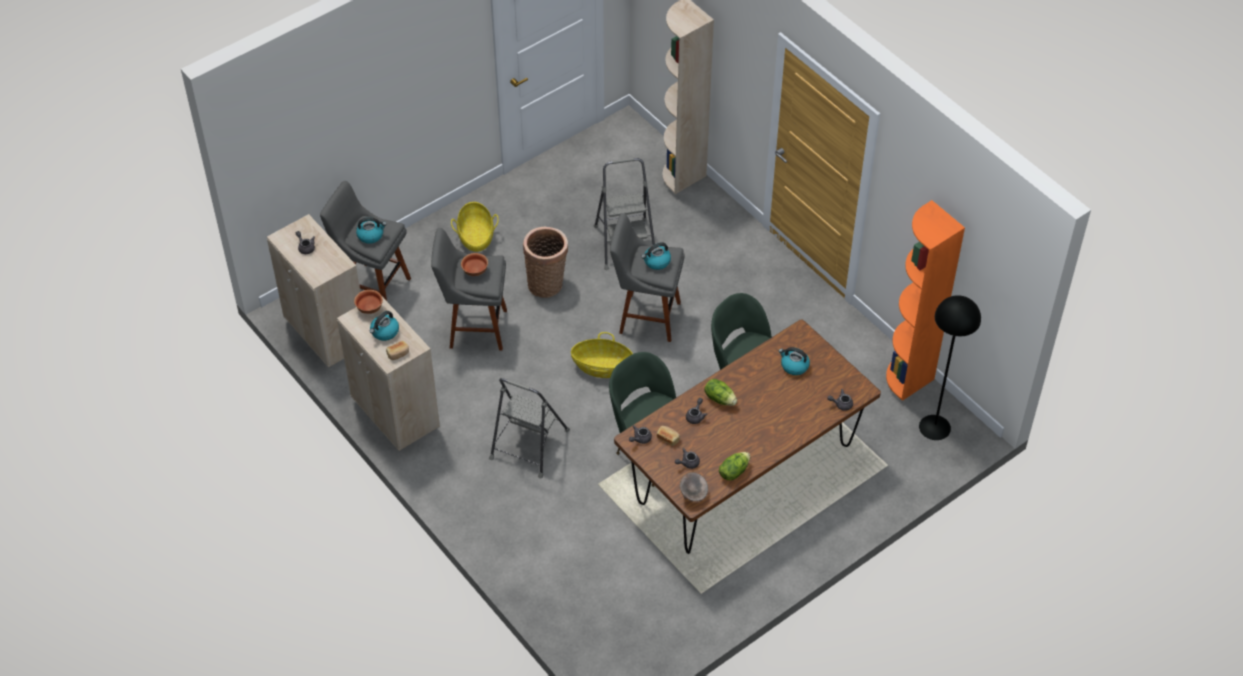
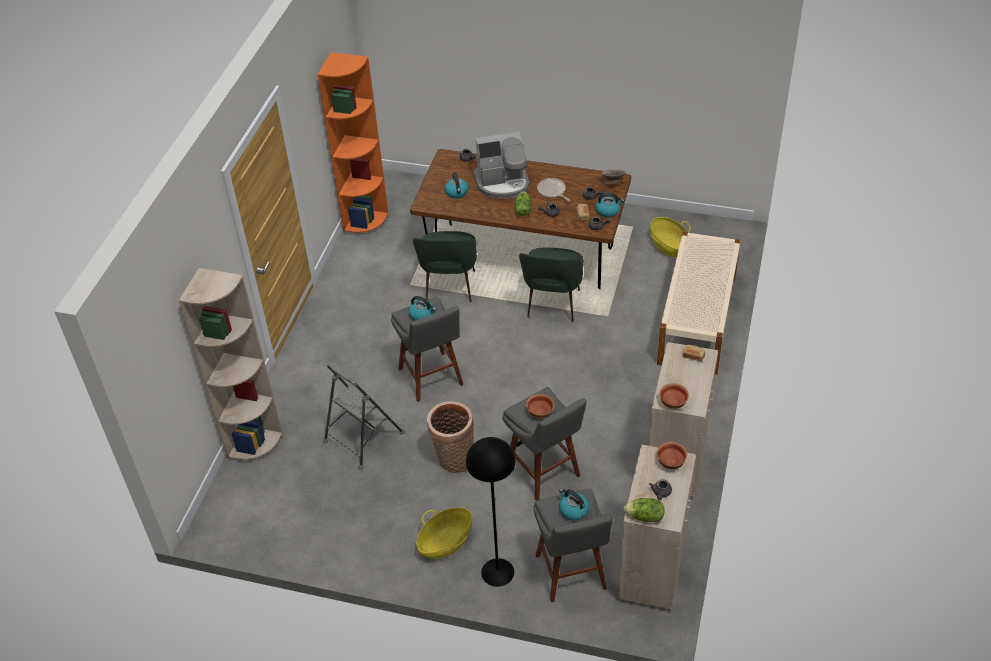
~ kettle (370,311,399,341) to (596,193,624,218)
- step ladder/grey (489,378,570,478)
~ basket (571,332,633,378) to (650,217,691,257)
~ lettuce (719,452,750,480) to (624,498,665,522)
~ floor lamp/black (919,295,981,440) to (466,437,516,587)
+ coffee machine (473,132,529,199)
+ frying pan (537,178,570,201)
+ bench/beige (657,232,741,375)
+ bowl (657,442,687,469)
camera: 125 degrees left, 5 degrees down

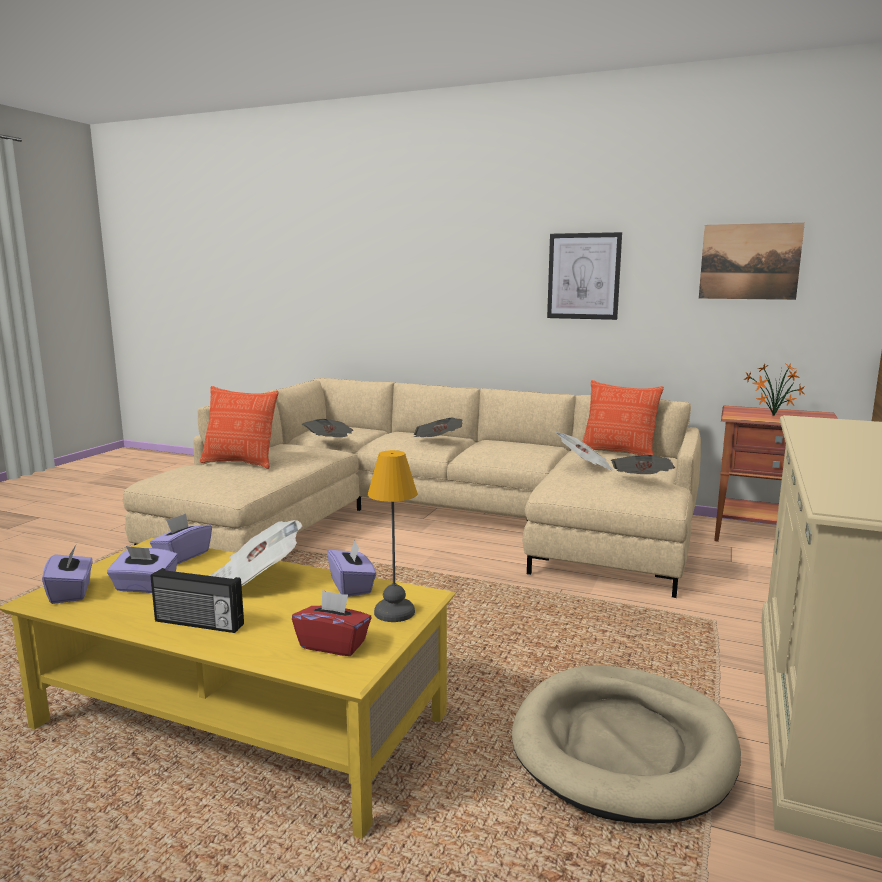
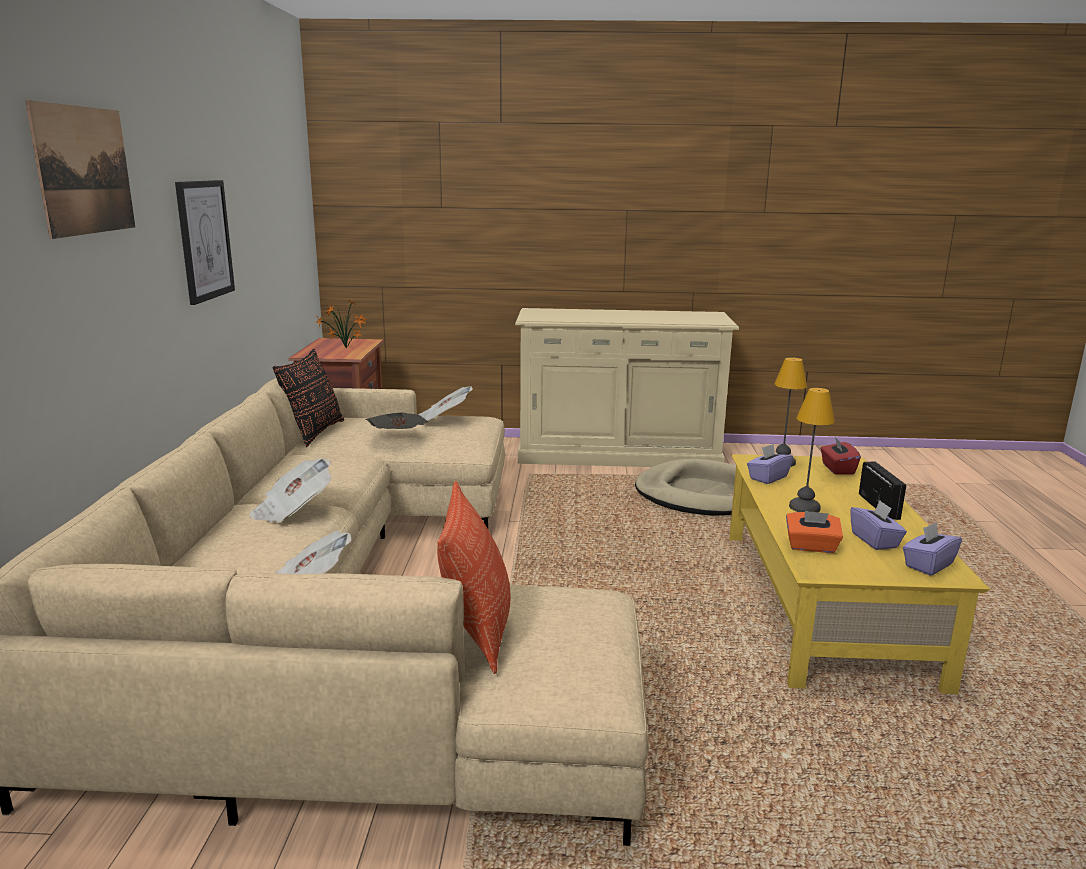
~ tissue box/purple (150,513,212,564) to tissue box/orange (786,511,843,553)
~ newspaper (209,520,302,586) to table lamp (789,388,835,512)
~ pillow/orange (582,380,664,455) to pillow/black (273,349,344,447)
~ picture (699,223,805,300) to (25,100,135,239)
camera: 110 degrees left, 5 degrees up

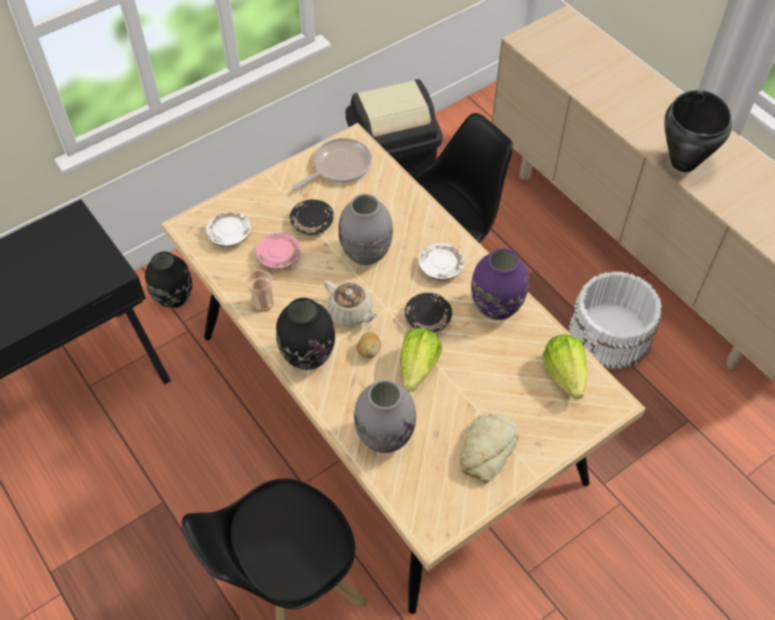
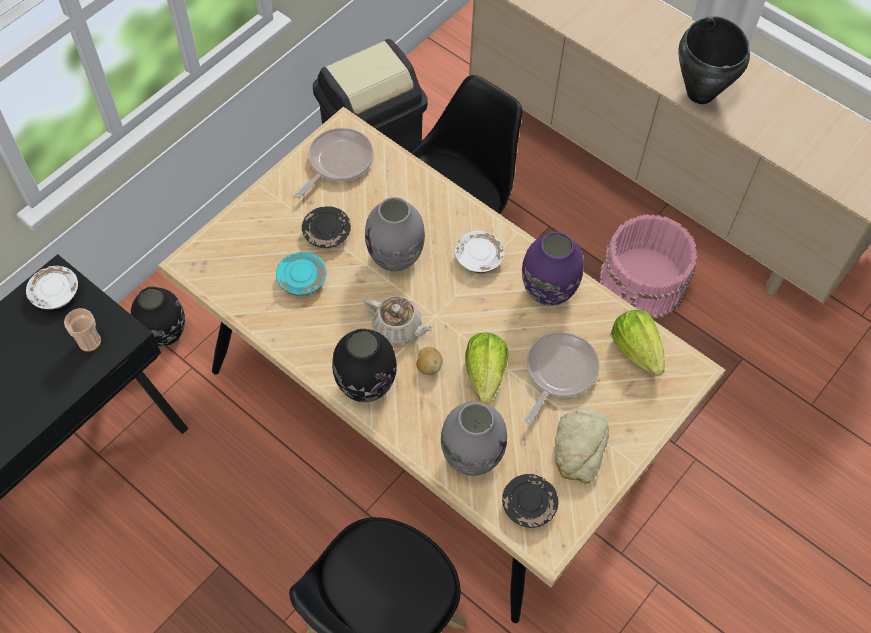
~ plate/white (206,212,251,247) to (26,266,78,310)
~ cup (246,270,273,311) to (64,308,101,352)
~ plate/pink (256,233,301,270) to plate/turquoise (276,252,327,295)
~ plate/black (405,293,452,333) to (502,474,558,528)
~ bucket/white (568,271,662,369) to bucket/pink (599,214,698,319)
+ frying pan (525,332,600,424)
camera: 15 degrees left, 5 degrees up

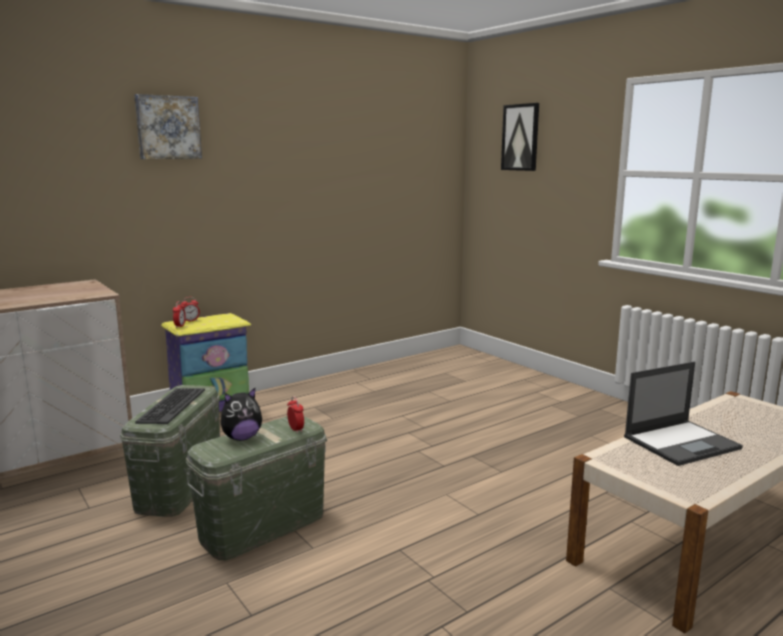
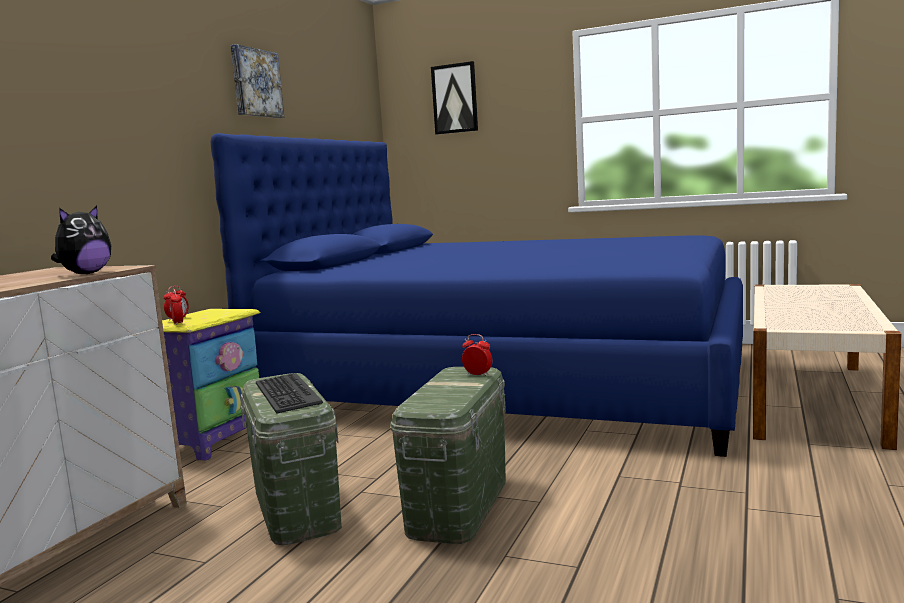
~ picture (134,94,202,159) to (230,44,284,118)
~ plush toy (221,388,262,441) to (51,206,111,274)
- laptop (624,362,743,466)
+ bed/blue (211,133,743,457)
camera: 30 degrees left, 5 degrees down

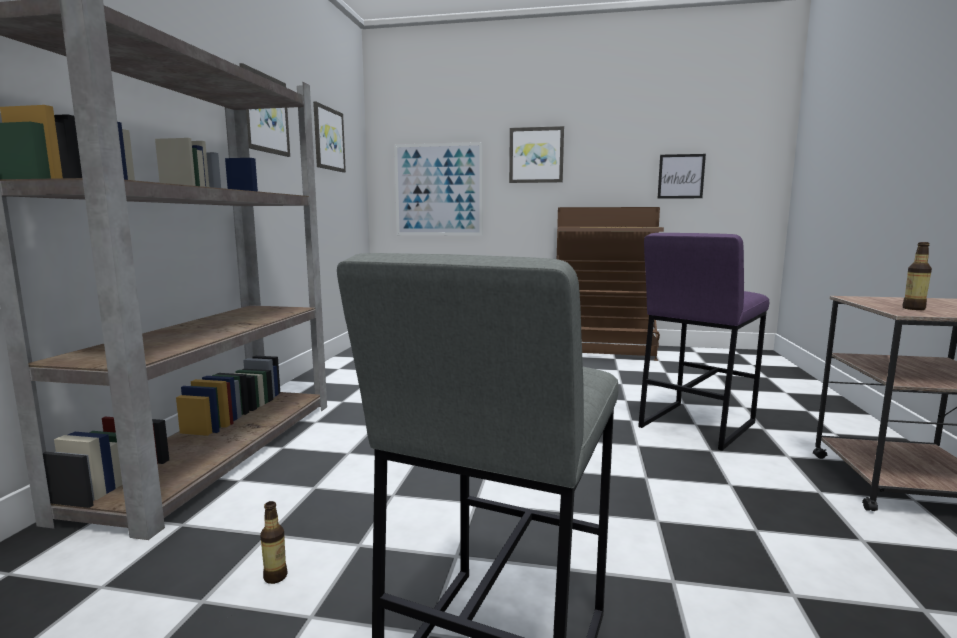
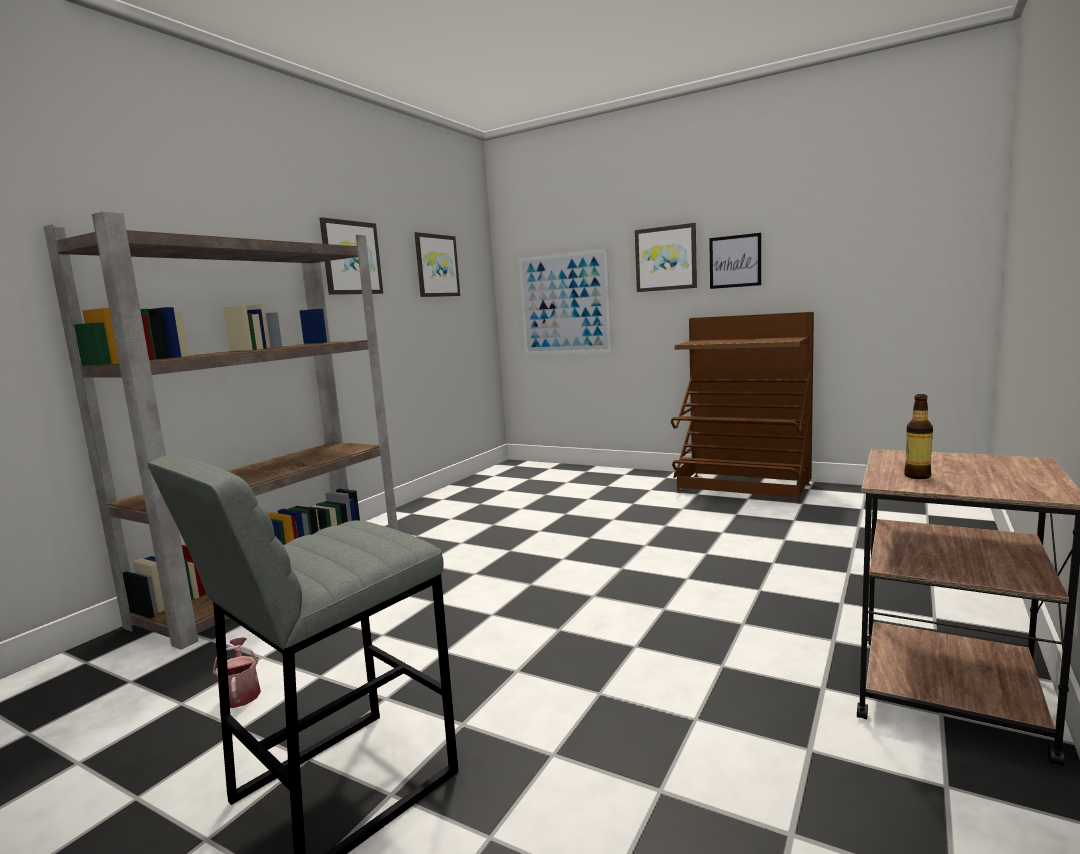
~ bottle (260,501,288,584) to watering can (213,637,261,708)
- stool/purple (638,233,769,451)
~ picture (658,154,706,199) to (709,233,761,289)
camera: 20 degrees right, 0 degrees up

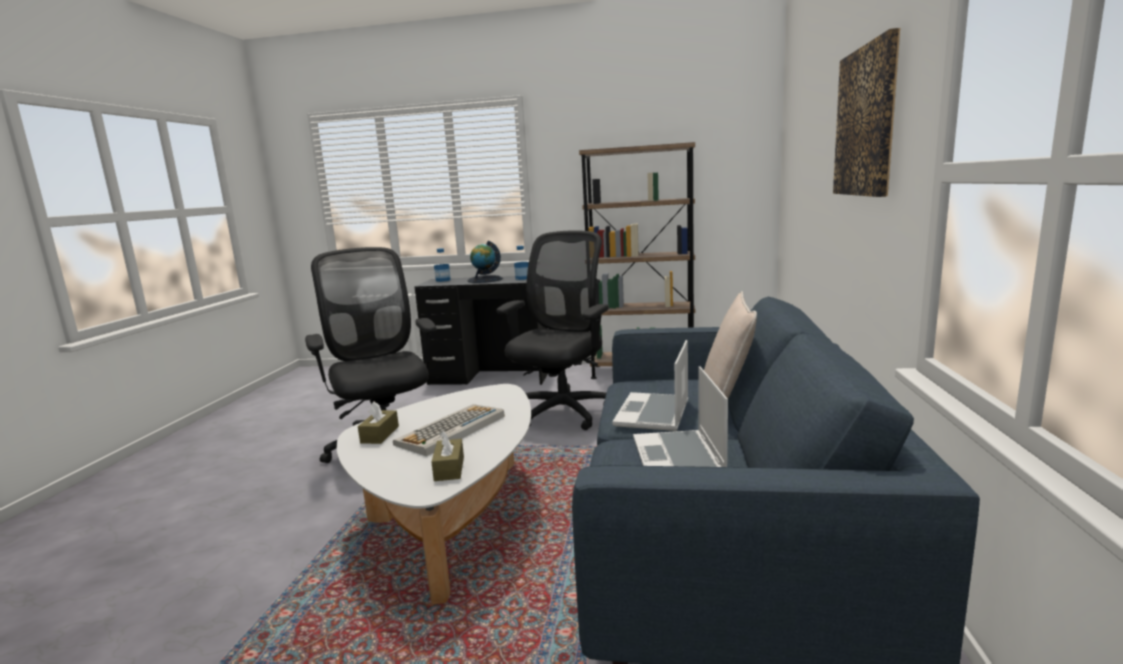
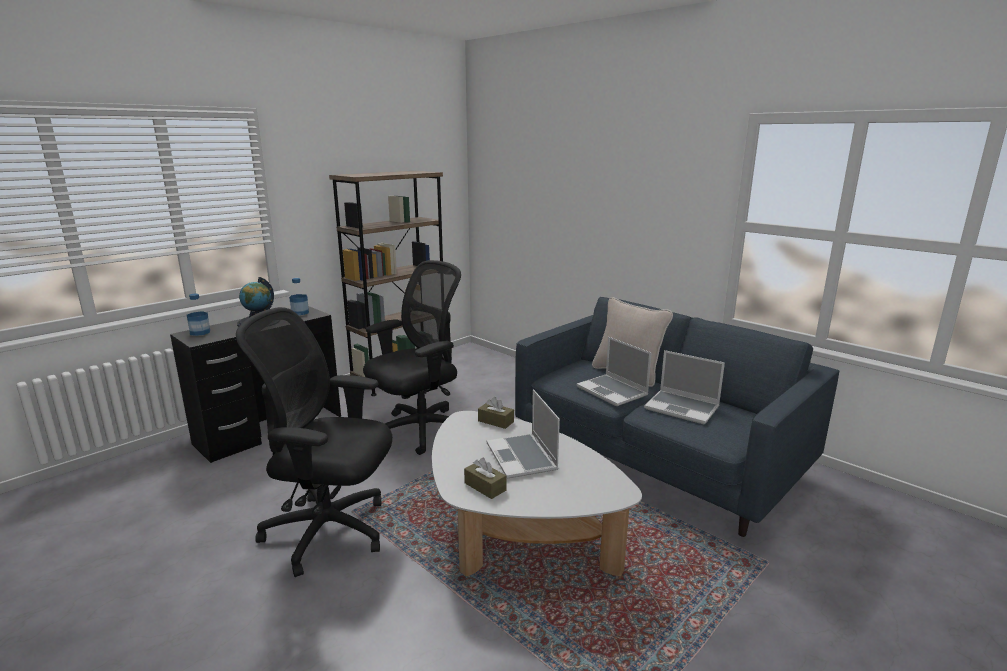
~ keyboard (393,404,505,456) to laptop (487,390,560,479)
~ tissue box/brown (432,431,464,481) to (478,397,514,429)
~ office chair/black (496,230,609,430) = (363,260,461,455) 75 degrees clockwise
- picture (833,28,900,197)
camera: 55 degrees left, 5 degrees up

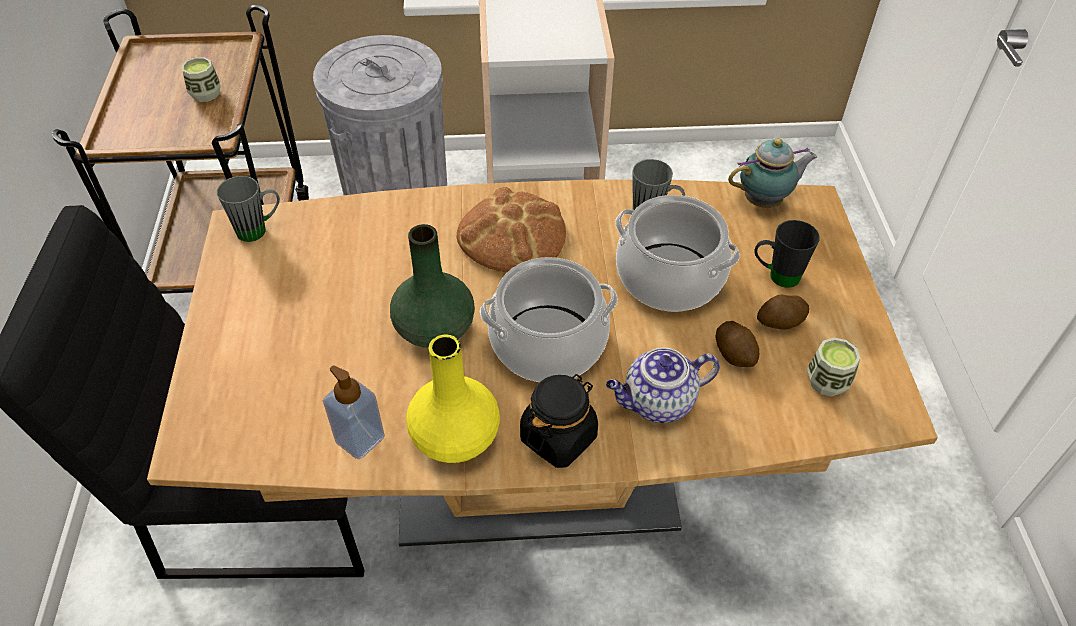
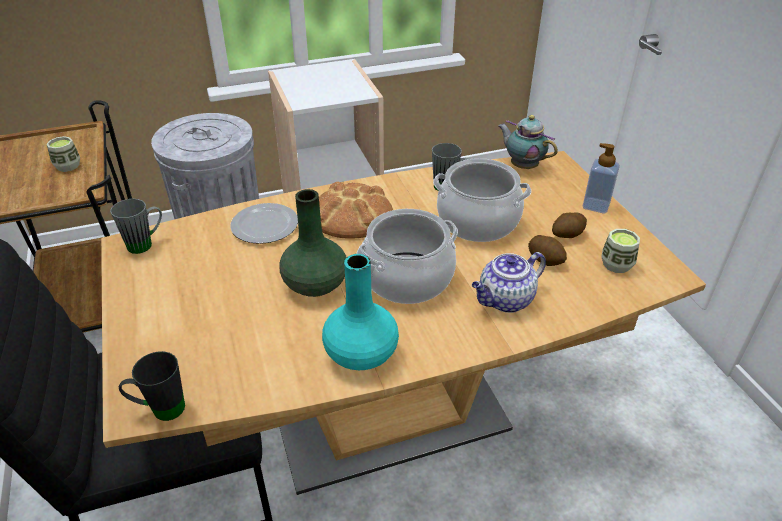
~ soap dispenser (323,365,385,459) to (583,143,620,213)
~ vase/yellow (406,335,500,463) to vase/turquoise (322,254,399,370)
- jar/black (520,374,598,468)
~ teapot (728,138,817,208) = (498,115,558,169) 105 degrees counterclockwise
~ mug/black (754,220,819,288) to (119,351,185,421)
+ plate (230,203,298,244)
camera: 15 degrees left, 10 degrees down

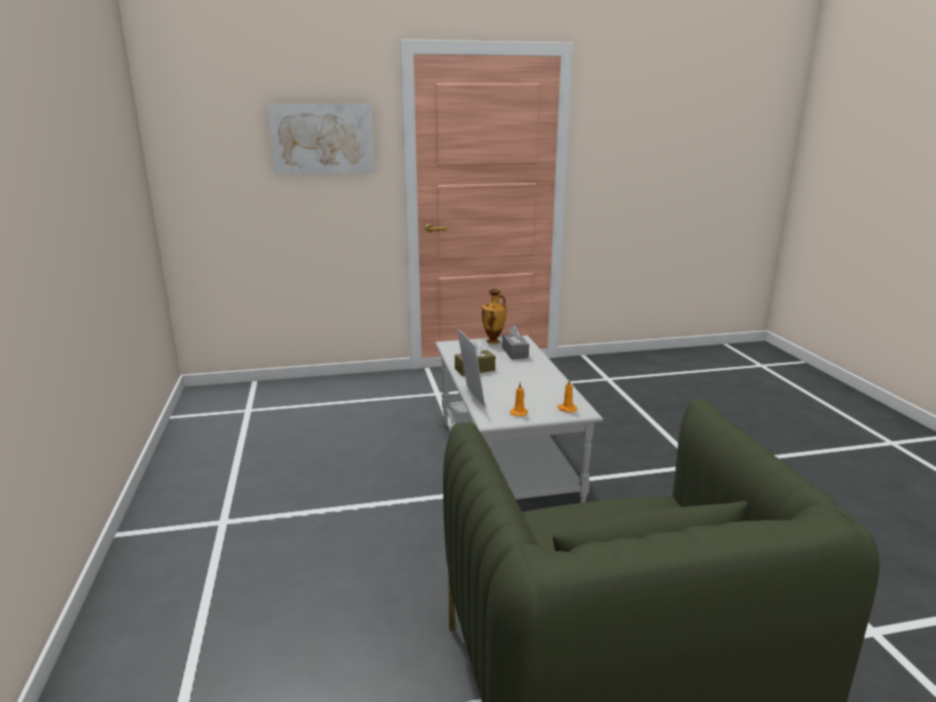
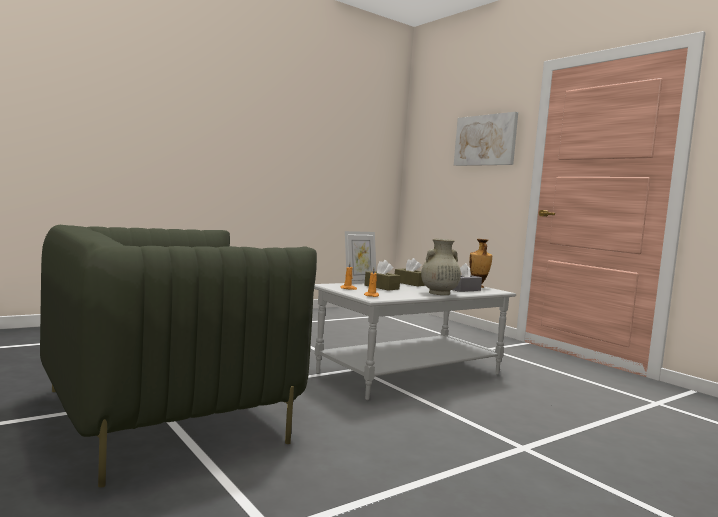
+ tissue box/brown (365,260,400,291)
+ vase/beige (421,239,461,295)
camera: 65 degrees right, 15 degrees down

